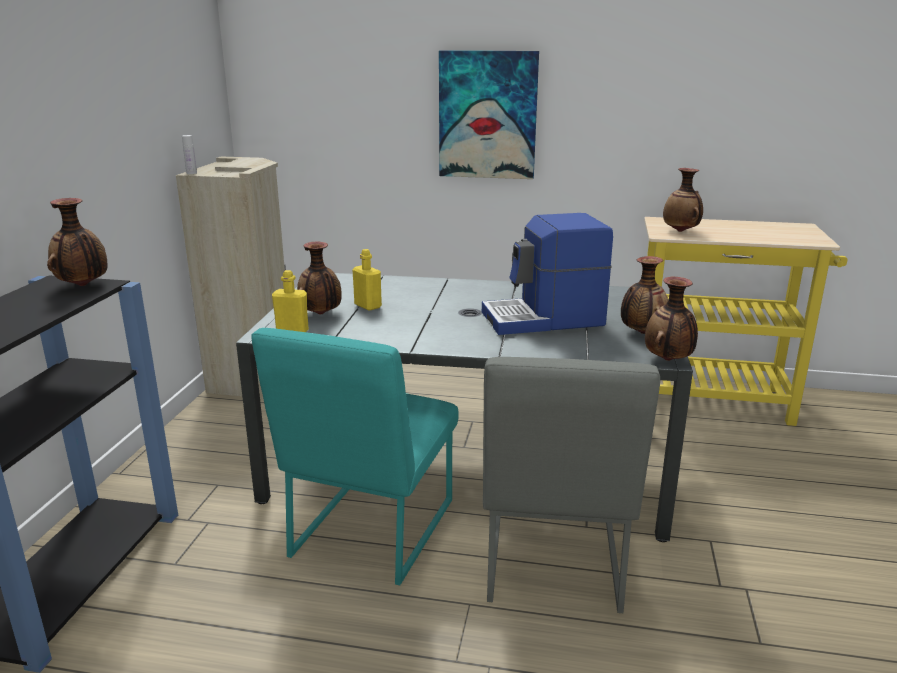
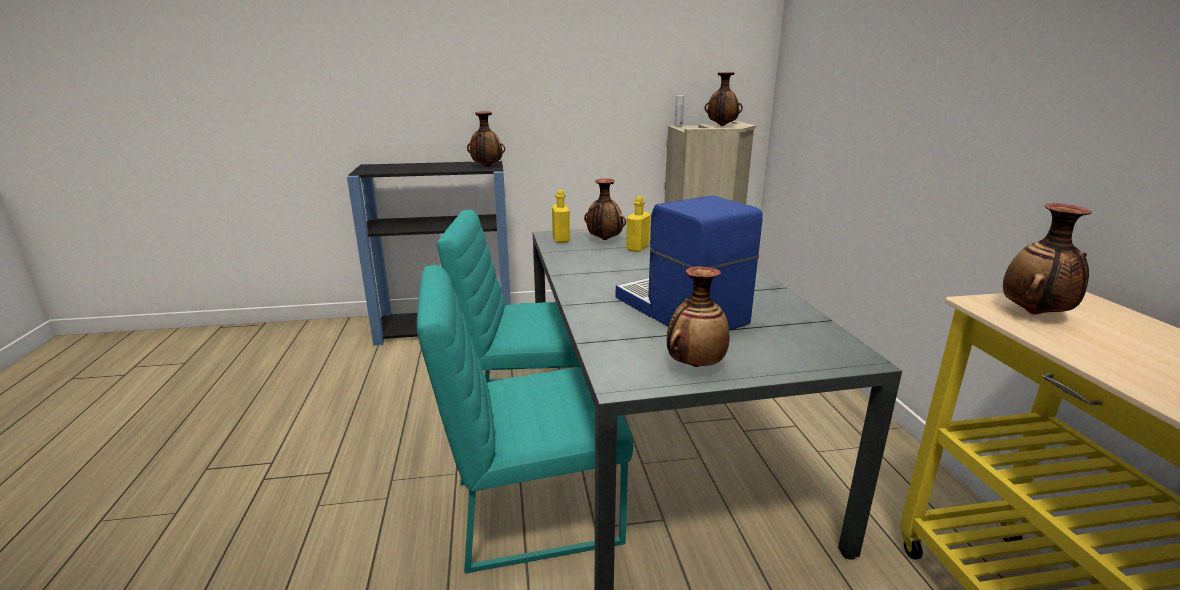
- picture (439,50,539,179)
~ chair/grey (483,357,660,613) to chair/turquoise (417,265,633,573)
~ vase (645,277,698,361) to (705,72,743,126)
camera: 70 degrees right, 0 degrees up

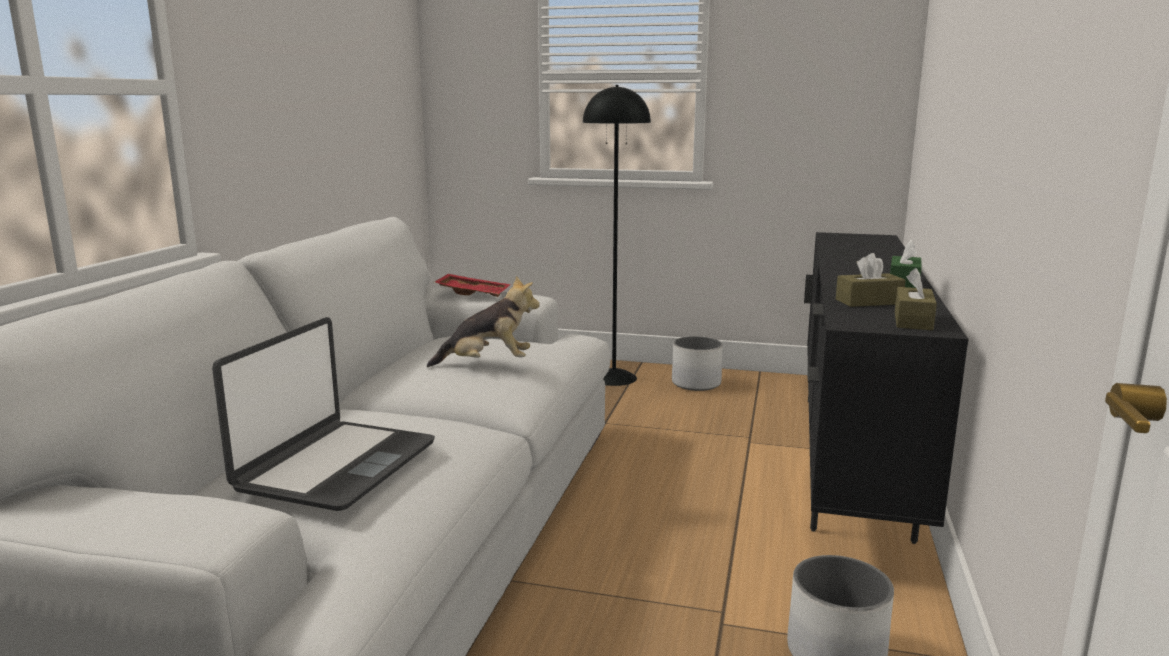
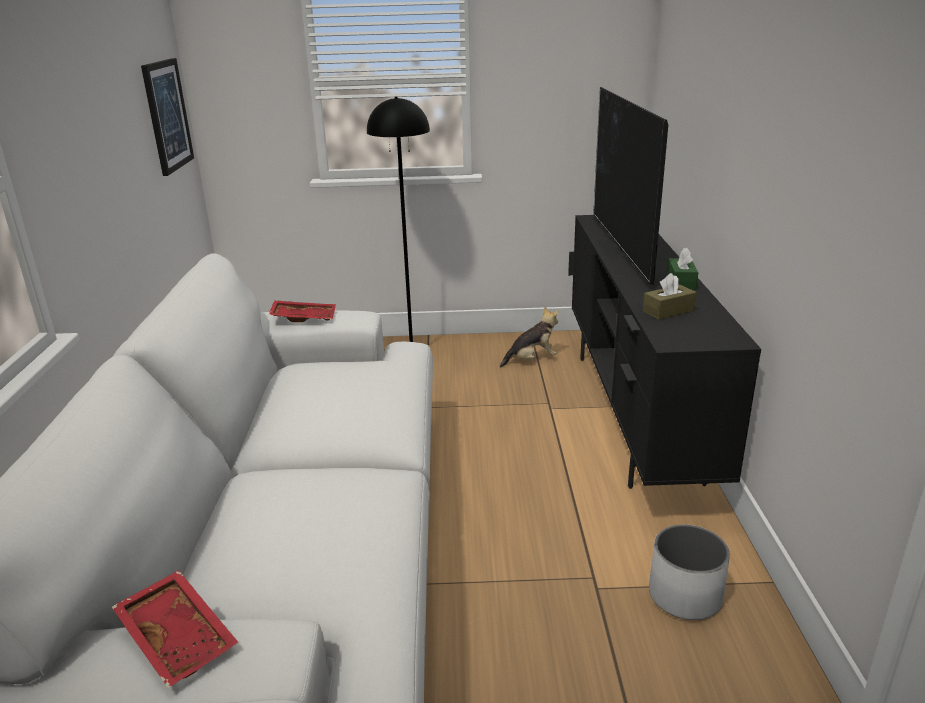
- laptop (212,317,435,511)
~ plush toy (427,276,540,367) to (500,307,559,368)
- planter/white (672,336,723,391)
- tissue box/brown (895,268,937,330)
+ tray/red (112,570,238,688)
+ picture (141,58,194,176)
+ television (593,87,668,285)
camera: 15 degrees left, 10 degrees up

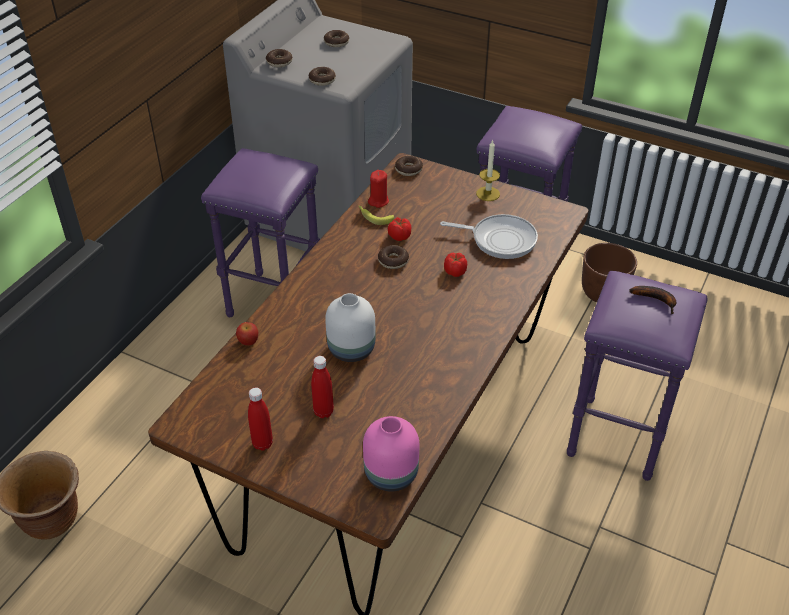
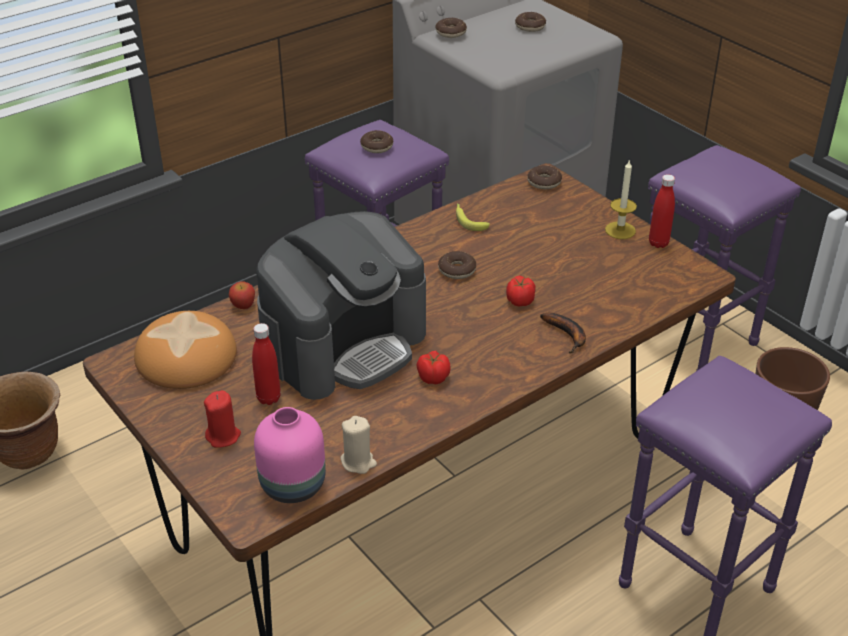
~ bottle/red (248,387,273,451) to (649,174,675,248)
~ donut (309,67,336,86) to (360,130,393,153)
~ vase/white (325,293,375,362) to coffee machine (256,211,426,400)
~ candle/red (368,170,389,208) to (204,390,241,448)
~ tomato (388,217,411,241) to (416,351,451,384)
- frying pan (440,214,538,259)
~ banana (629,286,676,314) to (540,313,586,354)
+ bread (134,311,237,389)
+ candle/beige (341,416,377,474)
camera: 25 degrees right, 5 degrees down

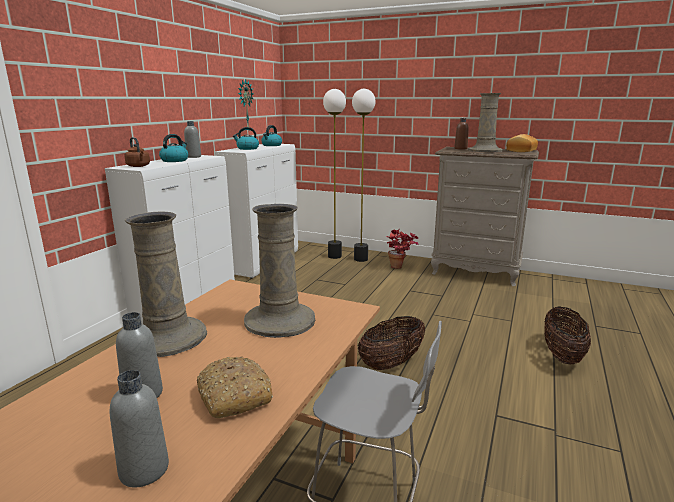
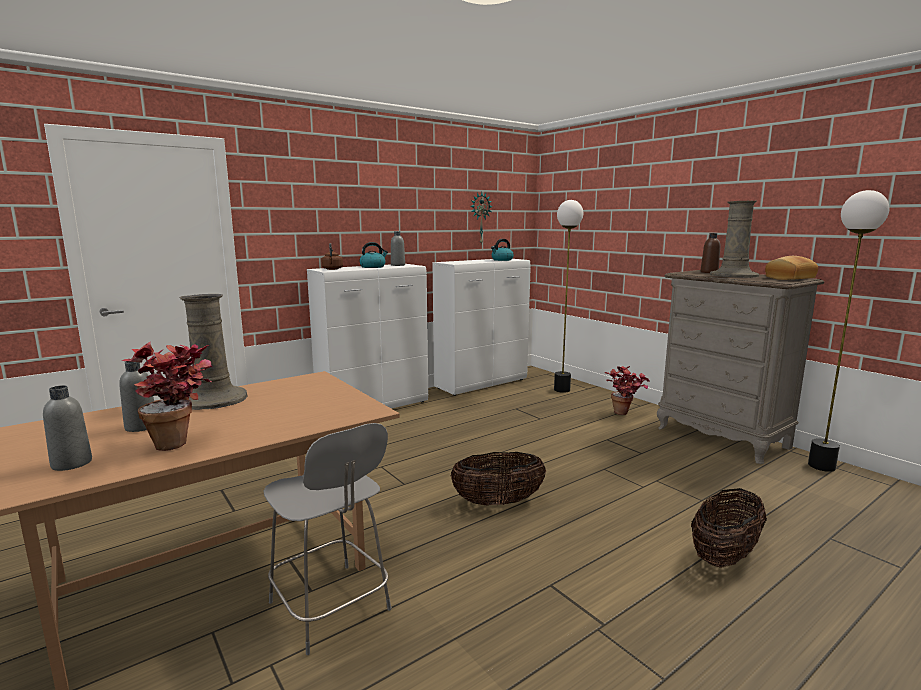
~ bread (196,357,273,418) to potted plant (122,342,213,451)
- kettle (233,127,259,150)
- vase/beige (244,204,315,338)
~ floor lamp (352,89,375,262) to (808,190,889,472)
camera: 30 degrees right, 5 degrees down

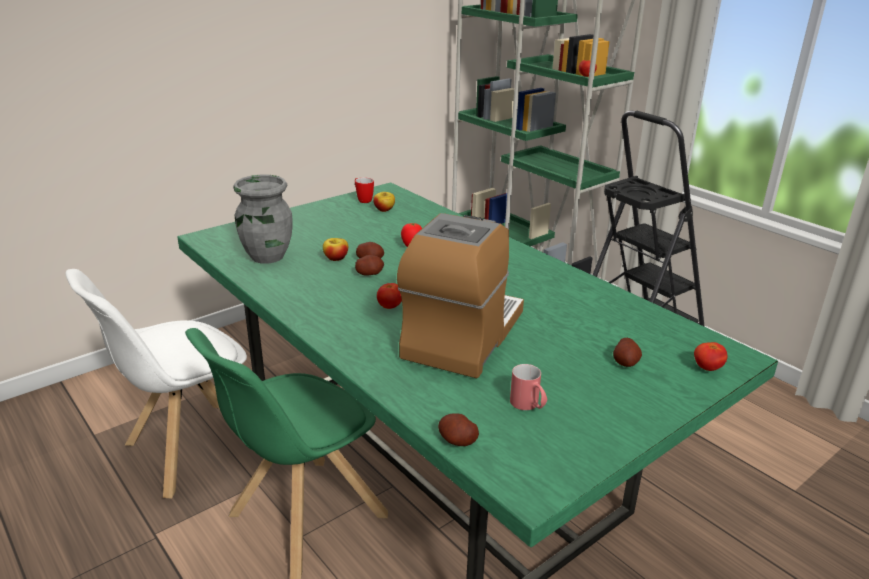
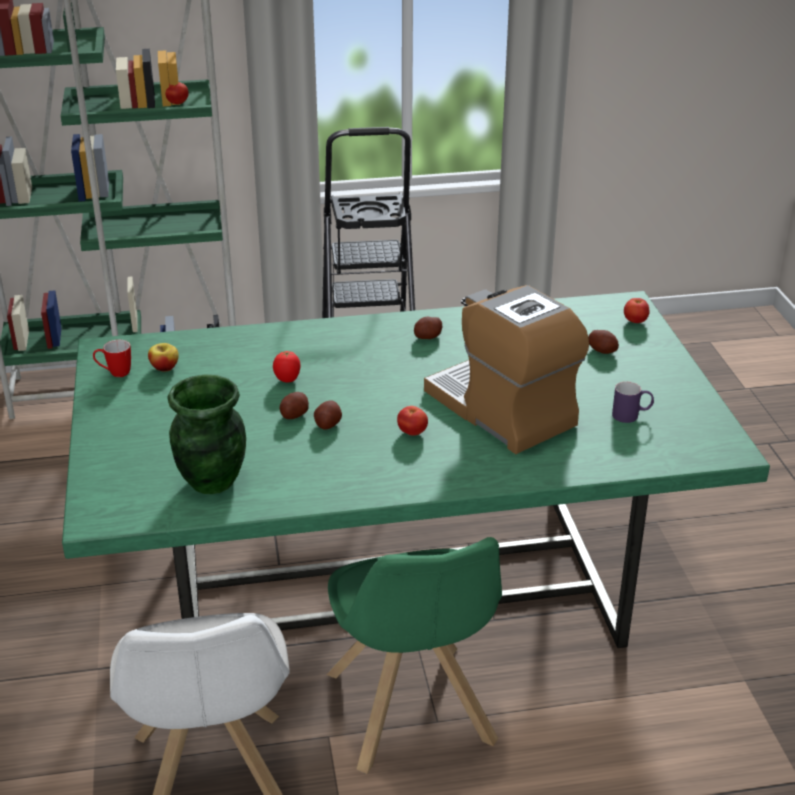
~ vase/grey (233,175,293,264) to vase/green (168,374,246,494)
- apple (323,238,348,261)
~ potato (438,413,479,446) to (414,317,442,339)
~ mug/red (510,364,547,410) to mug/purple (612,381,654,423)
camera: 60 degrees left, 5 degrees up

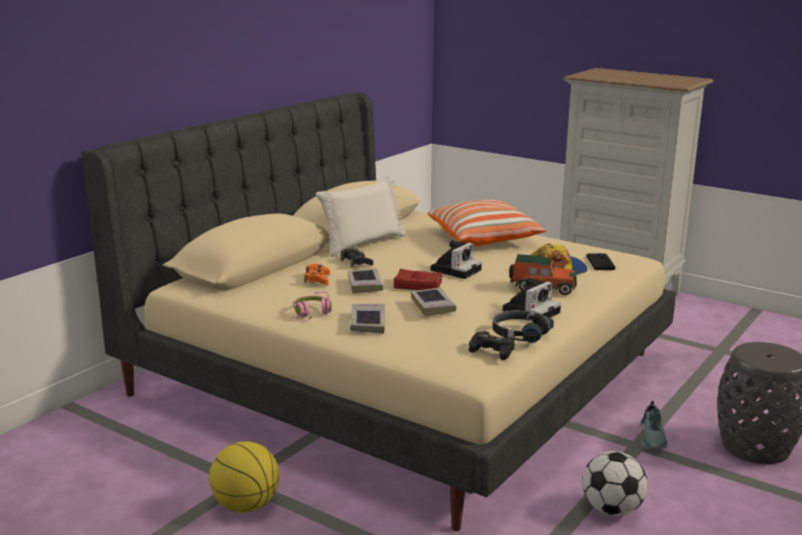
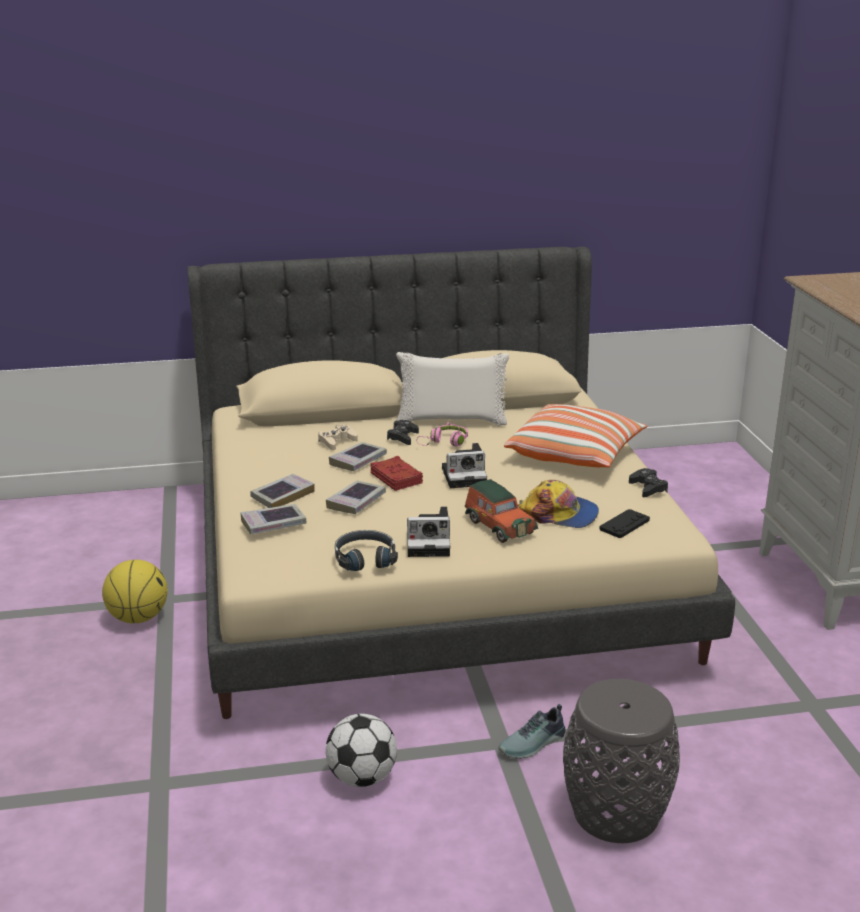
~ headphones/pink (293,292,332,322) to (416,422,468,447)
~ game controller/orange (304,264,330,285) to game controller/beige (318,424,358,450)
~ game controller/black (469,331,515,360) to (629,468,668,497)
+ book (240,504,307,534)
camera: 45 degrees right, 5 degrees up

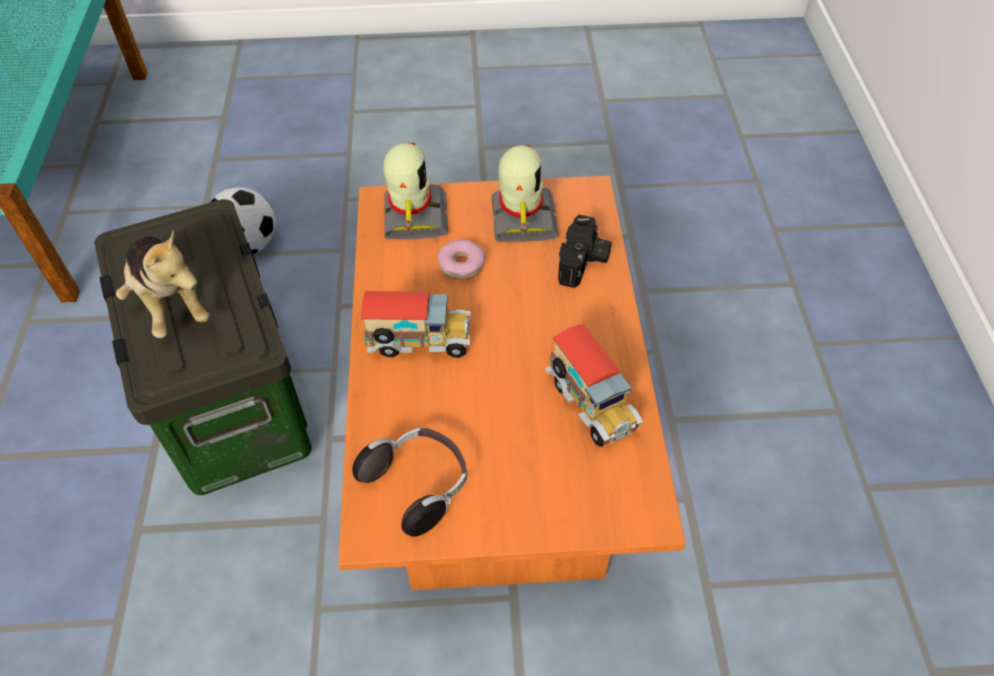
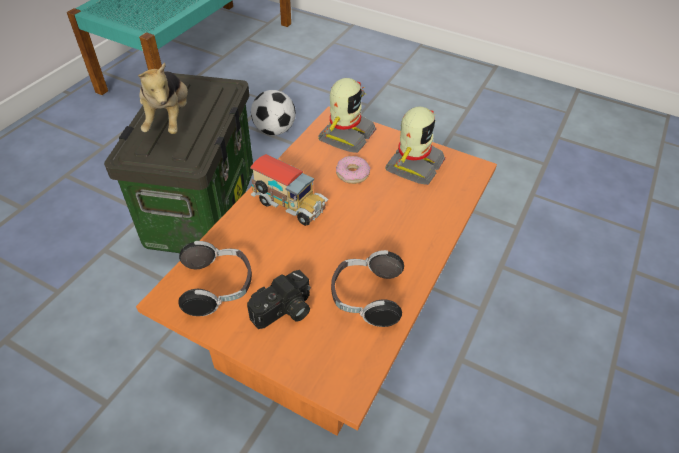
~ toy truck (545,324,644,447) to headphones (331,250,404,327)
~ photo camera (558,215,612,288) to (247,270,311,329)
camera: 30 degrees right, 5 degrees down

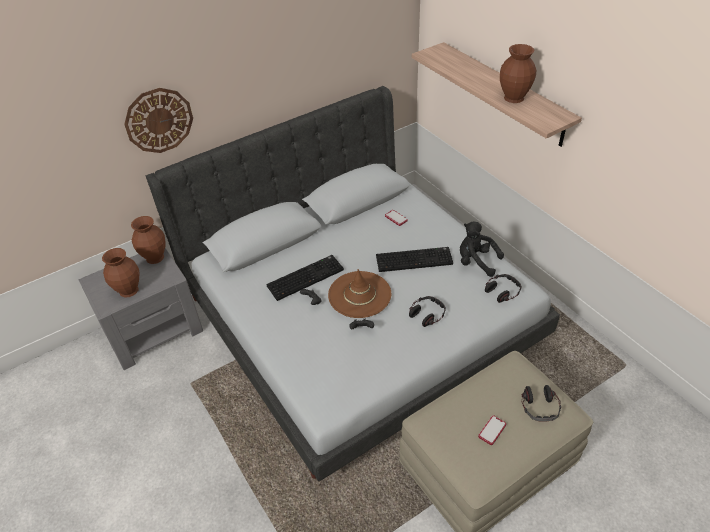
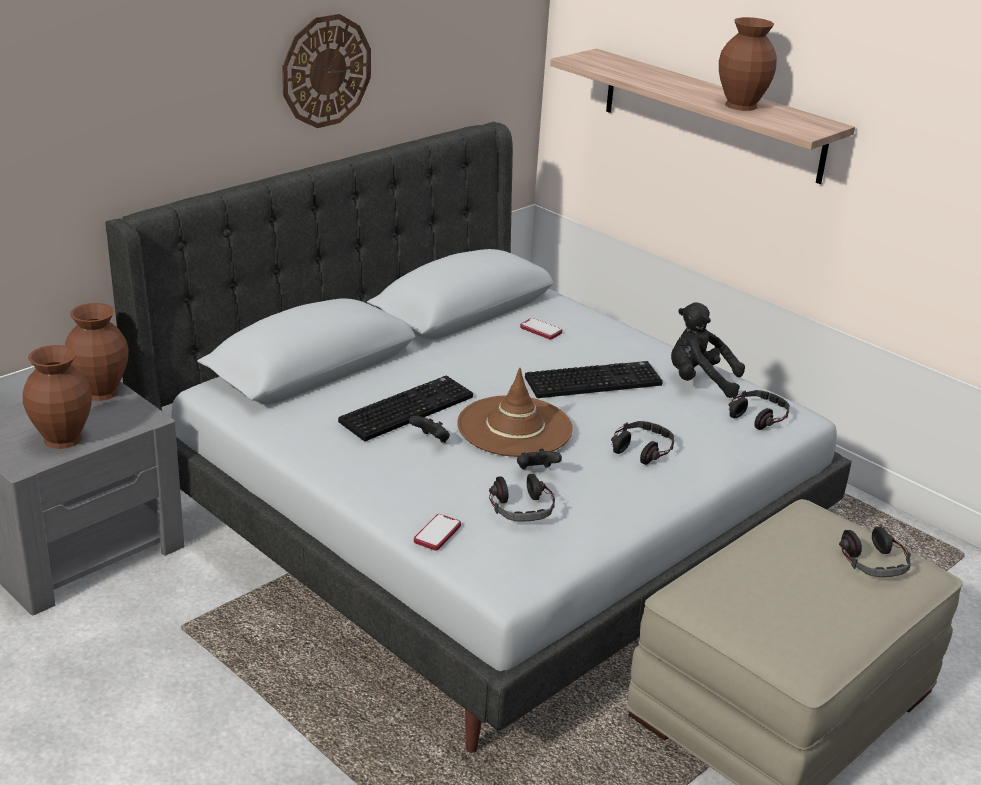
~ wall clock (124,88,193,153) to (282,14,371,128)
~ phone (478,415,506,445) to (414,514,461,550)
+ headphones (489,474,555,522)
camera: 15 degrees left, 15 degrees down

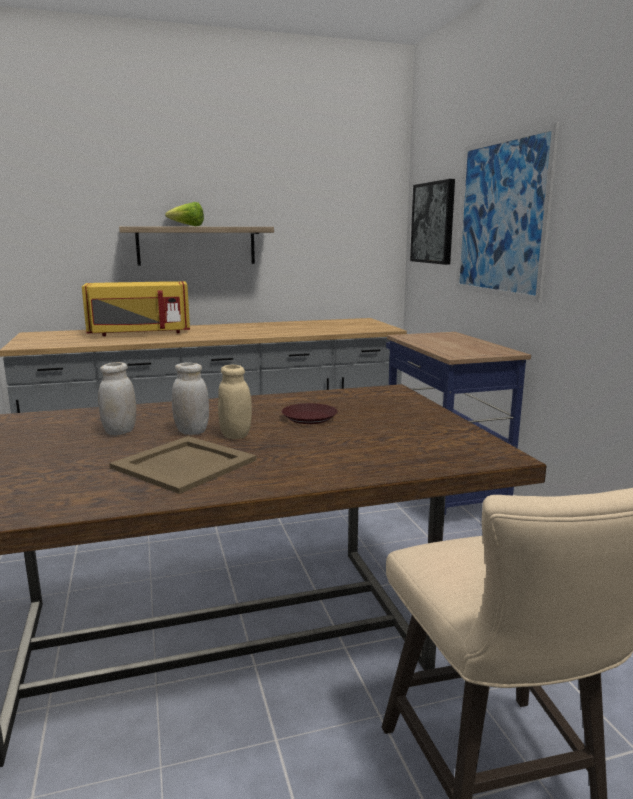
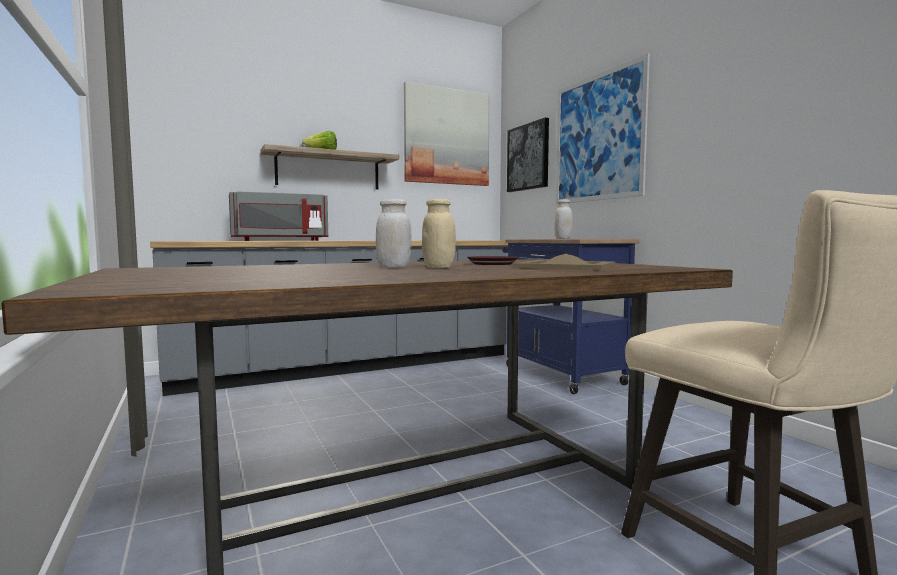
~ microwave/yellow (82,281,190,336) to microwave/grey (229,191,328,241)
~ jar/white (98,362,136,435) to (555,199,573,239)
~ tray/beige (109,436,256,494) to (513,254,615,270)
+ picture (404,82,489,186)
camera: 10 degrees left, 10 degrees down

